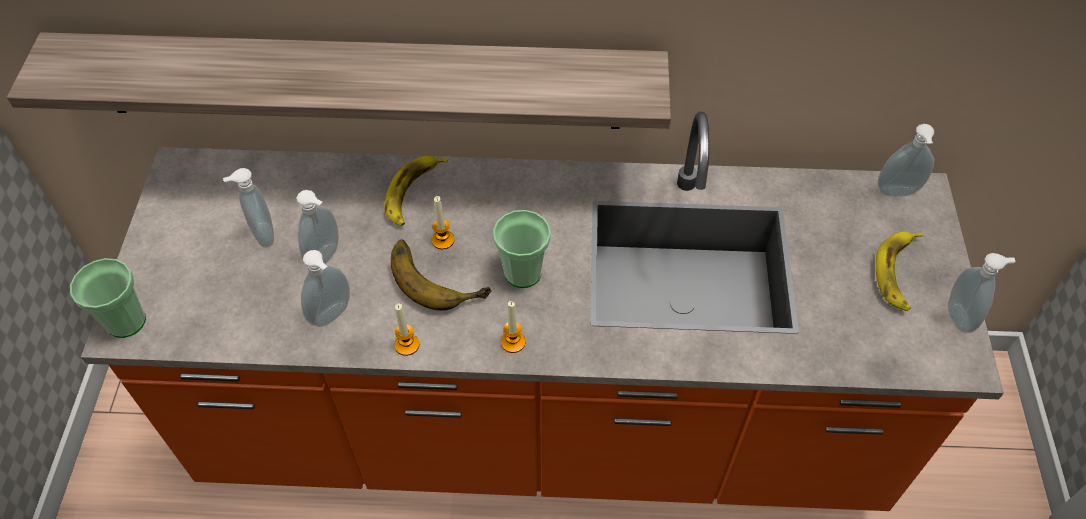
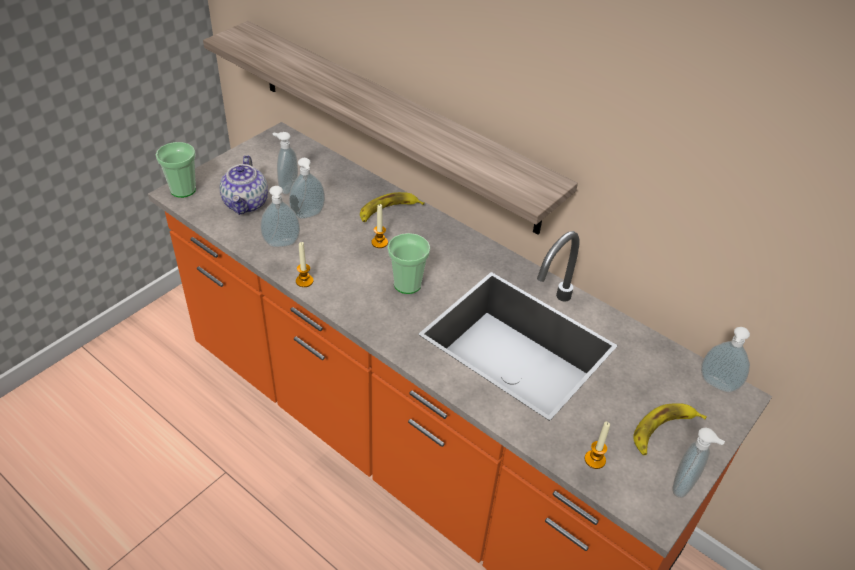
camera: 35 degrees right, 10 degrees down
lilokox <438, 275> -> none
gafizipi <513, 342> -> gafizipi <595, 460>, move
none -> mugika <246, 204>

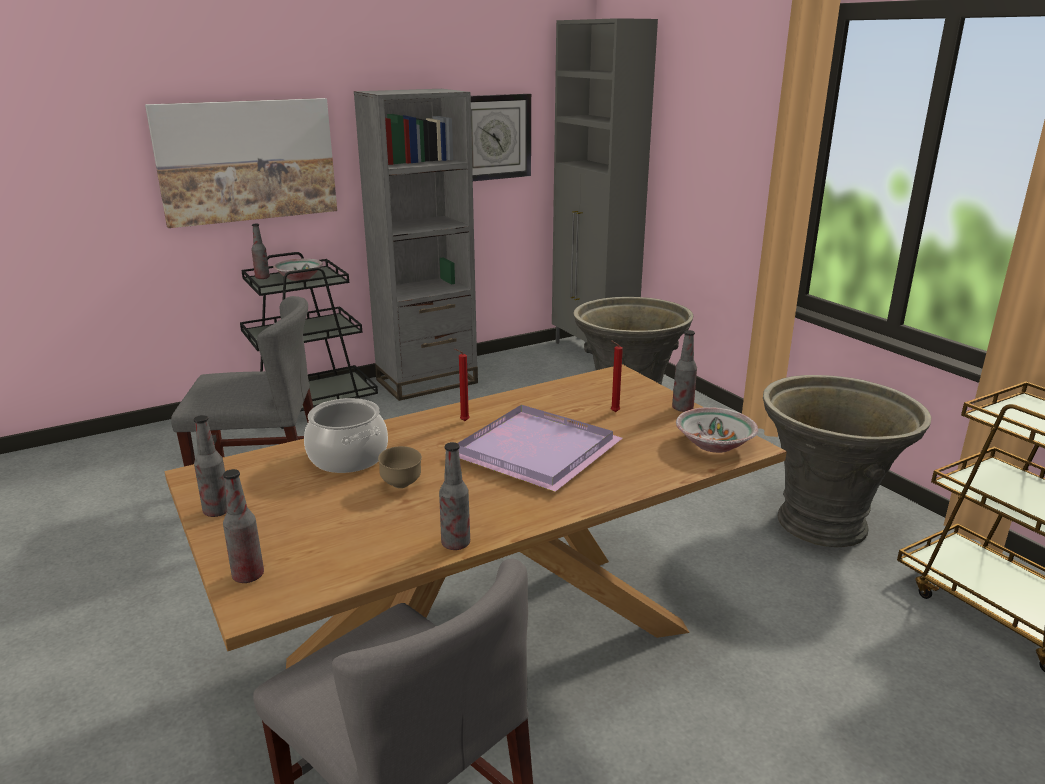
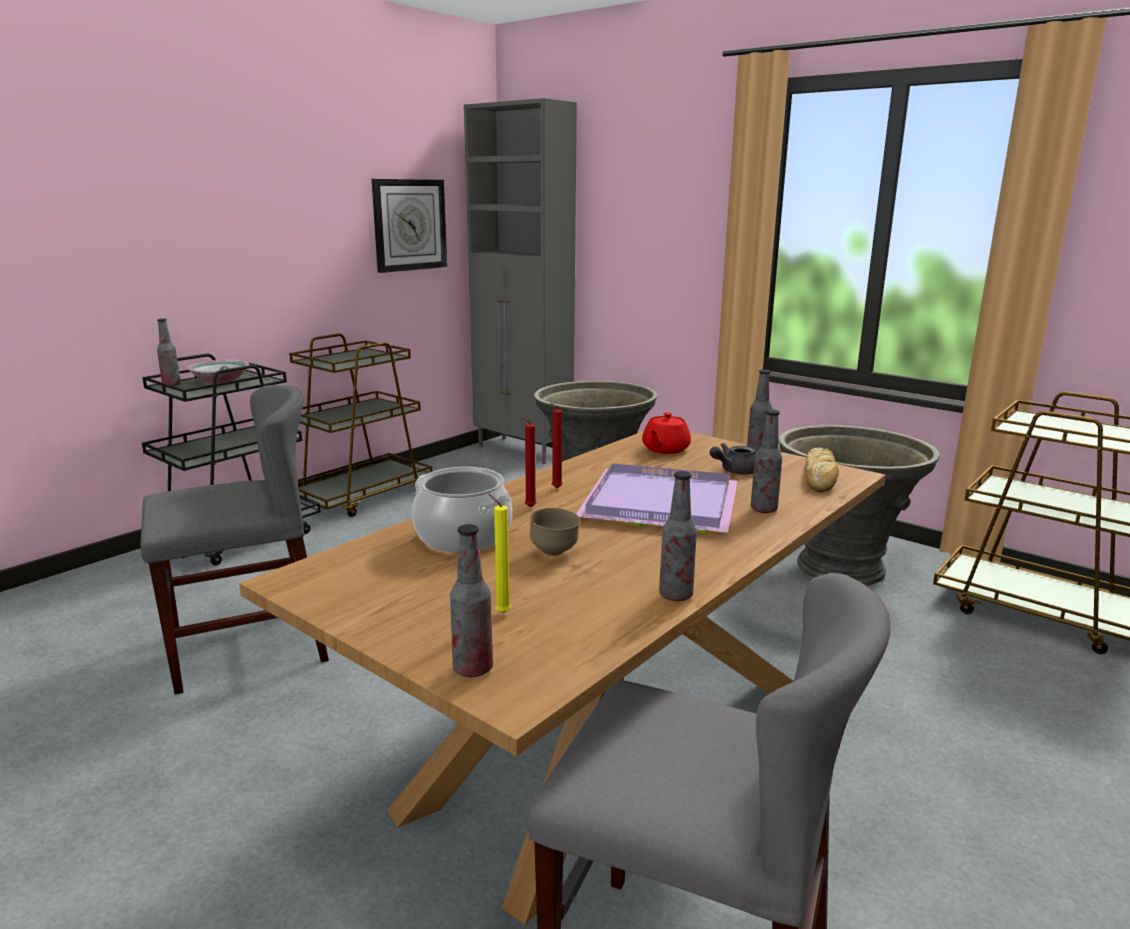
camera: 20 degrees left, 5 degrees down
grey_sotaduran <427, 381> -> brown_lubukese <362, 496>
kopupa <247, 161> -> none
red_gafizipi <613, 412> -> red_gafizipi <528, 507>, move
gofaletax <714, 445> -> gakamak <820, 477>
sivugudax <217, 511> -> sivugudax <763, 509>, move
none -> red_mugika <665, 449>
none -> grey_mugika <734, 471>
none -> yellow_gafizipi <500, 613>

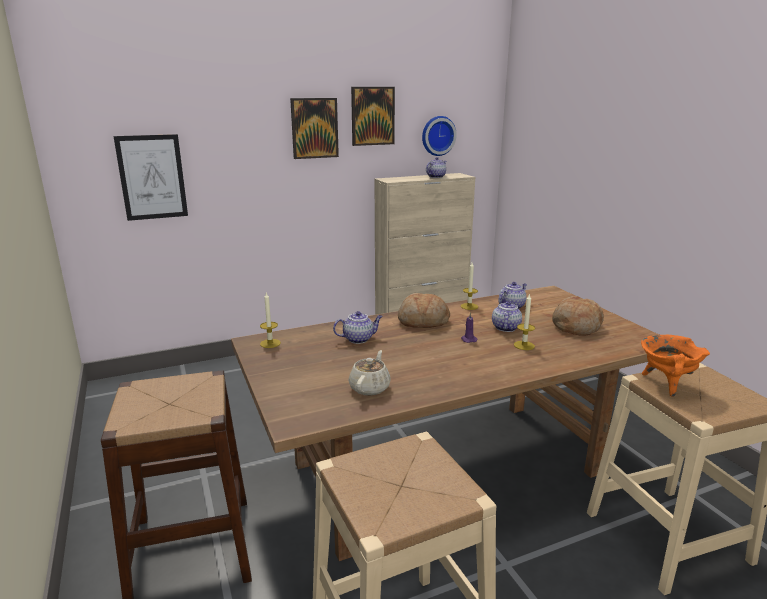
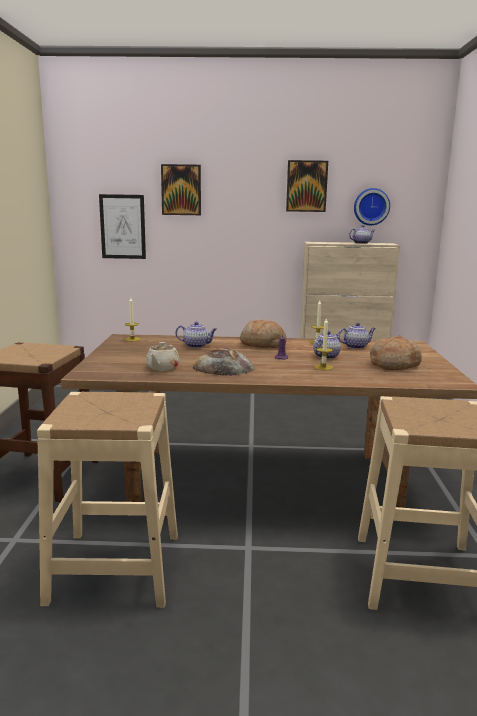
camera: 25 degrees right, 5 degrees down
kopupa <314, 128> -> kopupa <181, 190>, move
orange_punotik <666, 383> -> none
beige_mugika <370, 387> -> beige_mugika <162, 368>, 150 degrees clockwise
none -> gakamak <223, 367>

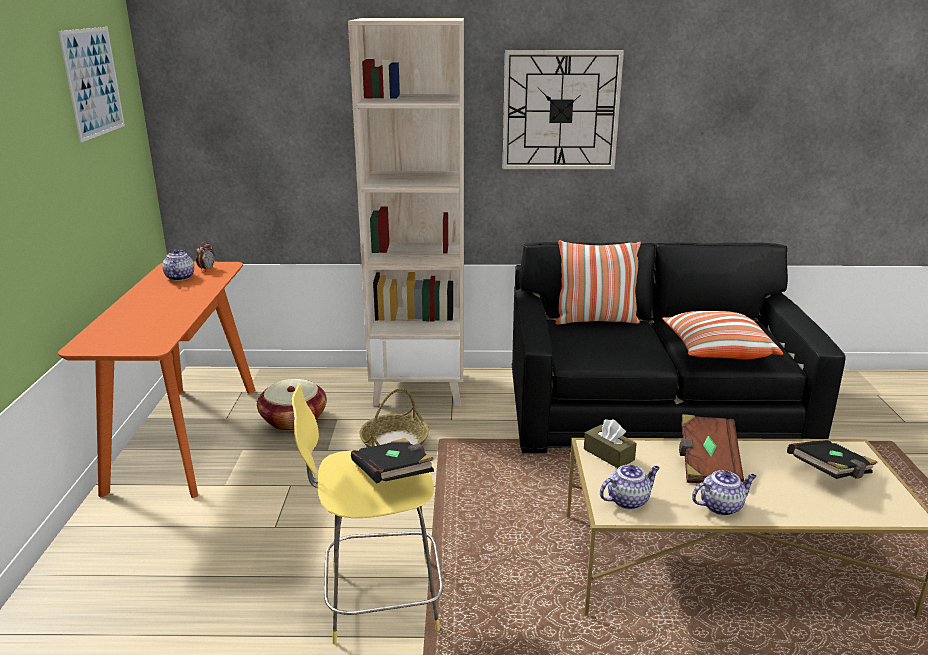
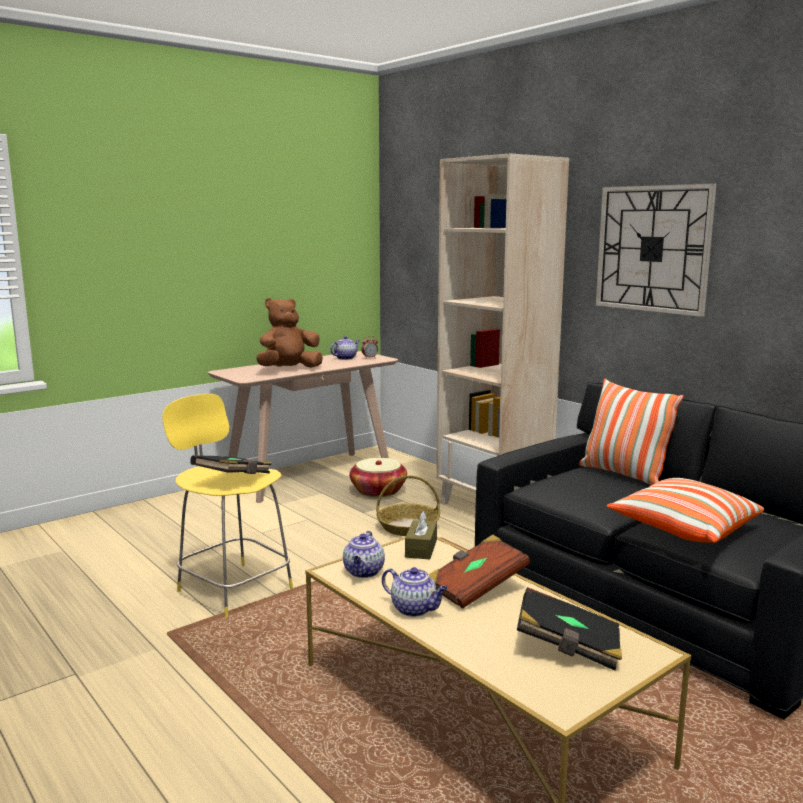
camera: 50 degrees right, 10 degrees down
kopupa <93, 82> -> none
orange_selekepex <185, 436> -> beige_selekepex <309, 475>
mugika <628, 500> -> mugika <364, 572>, 75 degrees clockwise
none -> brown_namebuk <289, 369>

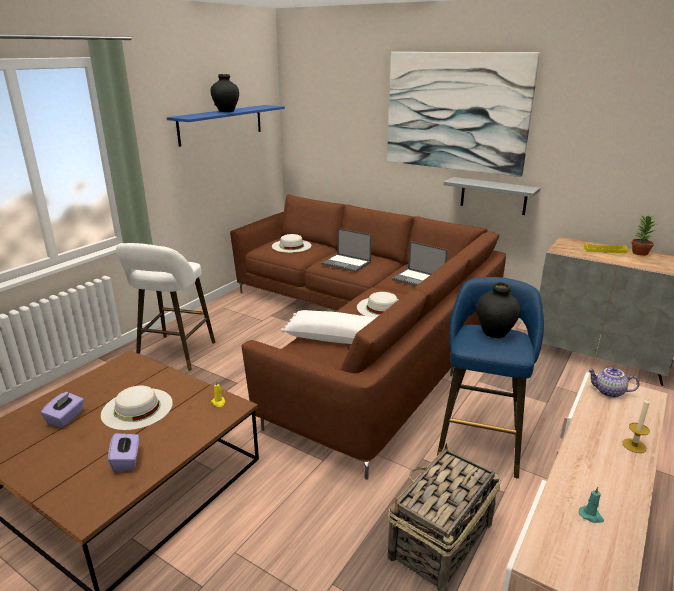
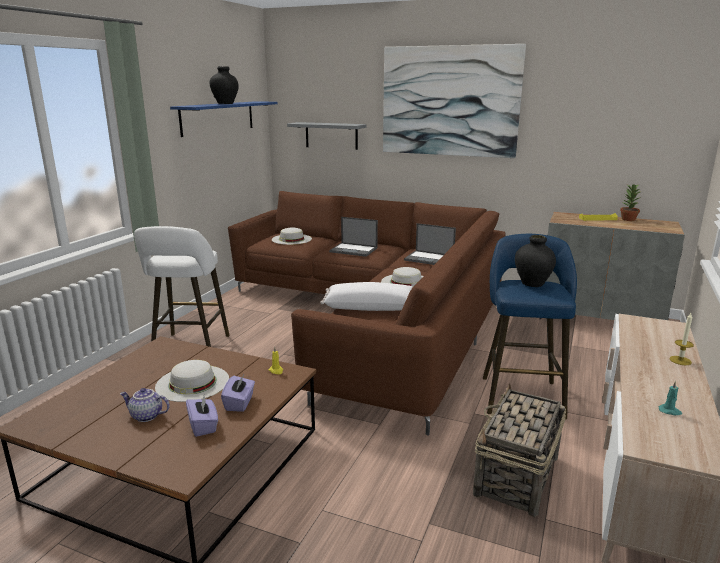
camera: 10 degrees left, 5 degrees down
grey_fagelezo <493, 196> -> grey_fagelezo <331, 135>, move
mugika <609, 392> -> mugika <146, 416>, move
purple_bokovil <66, 418> -> purple_bokovil <239, 403>, move

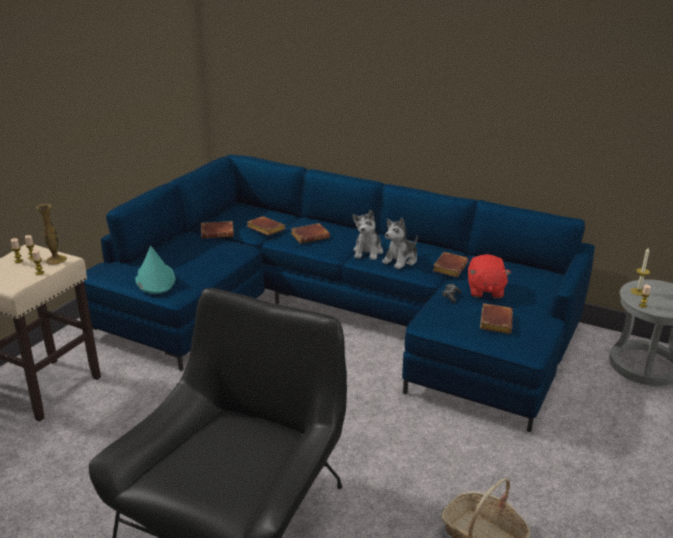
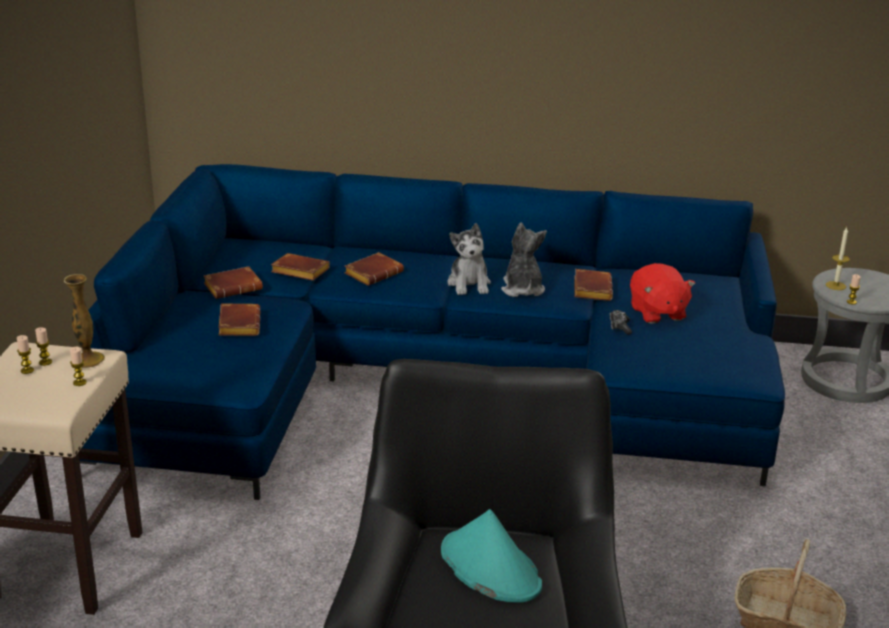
camera: 20 degrees left, 0 degrees up
namebuk <401, 260> -> namebuk <522, 289>, 150 degrees clockwise
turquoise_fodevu <155, 279> -> turquoise_fodevu <489, 568>, move
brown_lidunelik <494, 321> -> brown_lidunelik <238, 324>, move

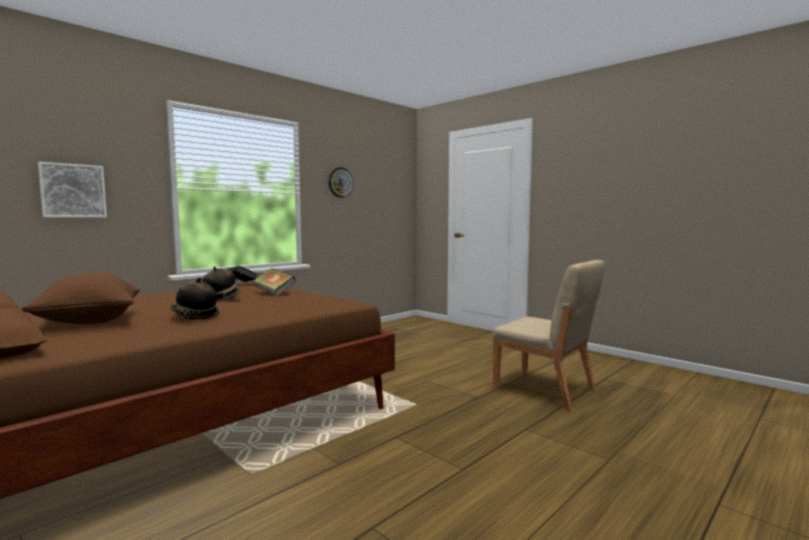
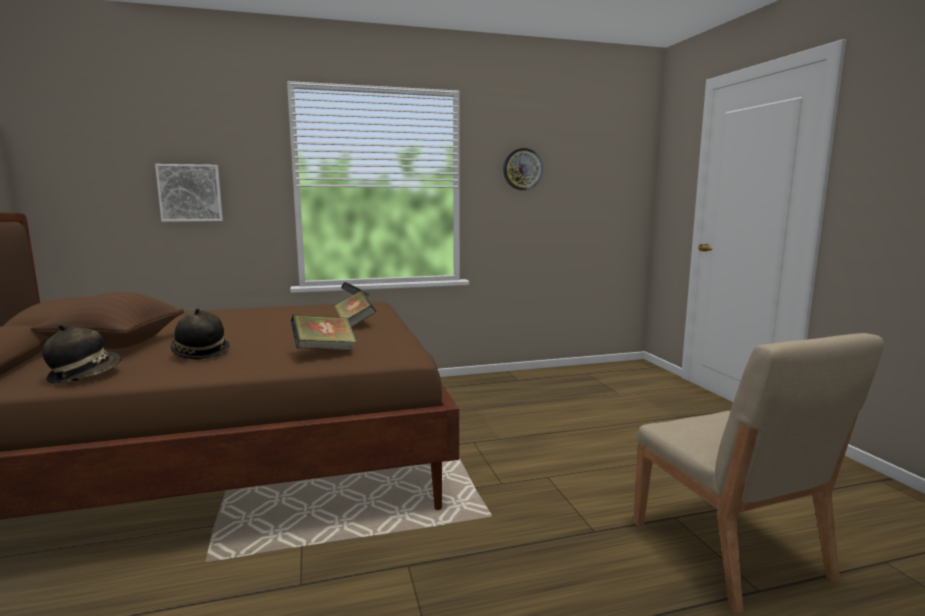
camera: 30 degrees right, 5 degrees up
fodevu <221, 298> -> fodevu <85, 375>, move
none -> lidunelik <324, 350>

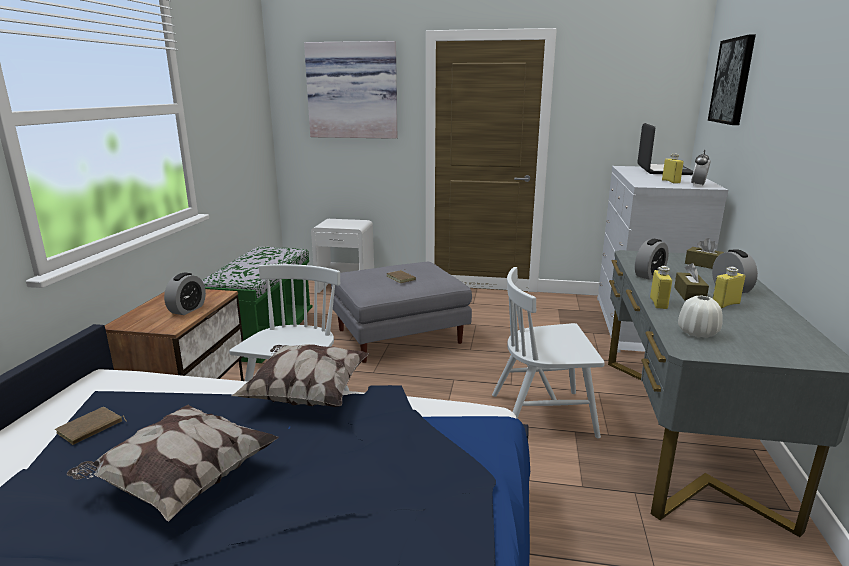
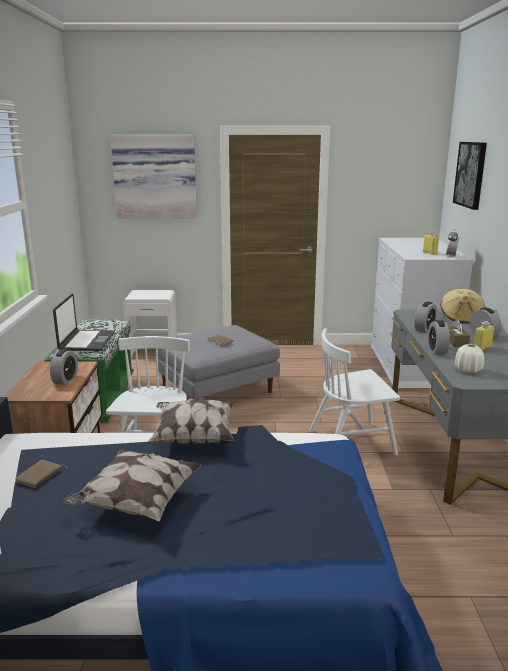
camera: 10 degrees left, 0 degrees up
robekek <663, 170> -> robekek <86, 341>, move
brown_bokovil <704, 265> -> beige_fodevu <461, 318>
yellow_sivugudax <658, 303> -> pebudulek <437, 350>

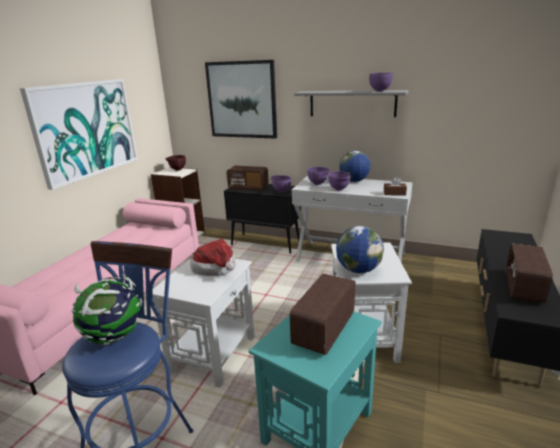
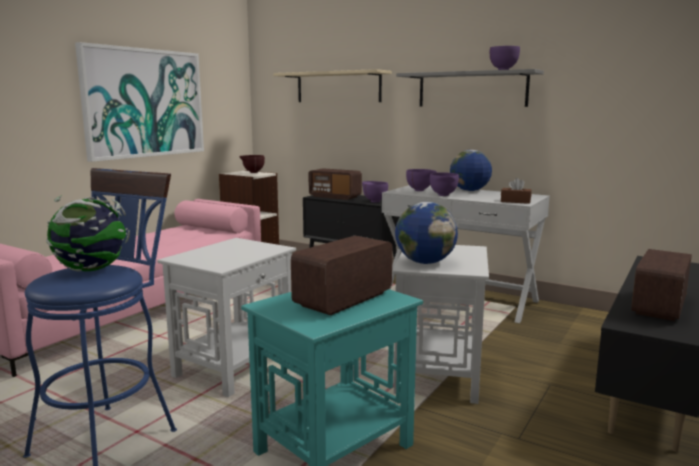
camera: 10 degrees right, 10 degrees down
kopupa <242, 100> -> beige_fagelezo <338, 87>
fodevu <216, 269> -> none

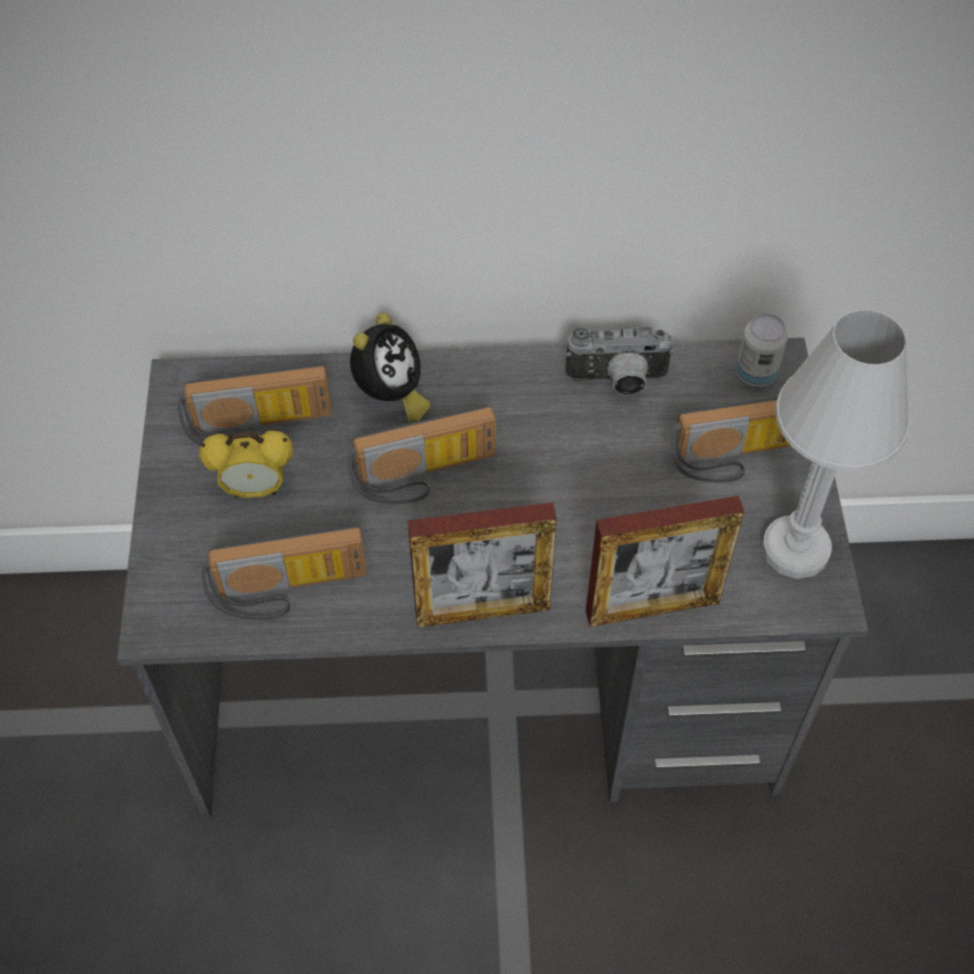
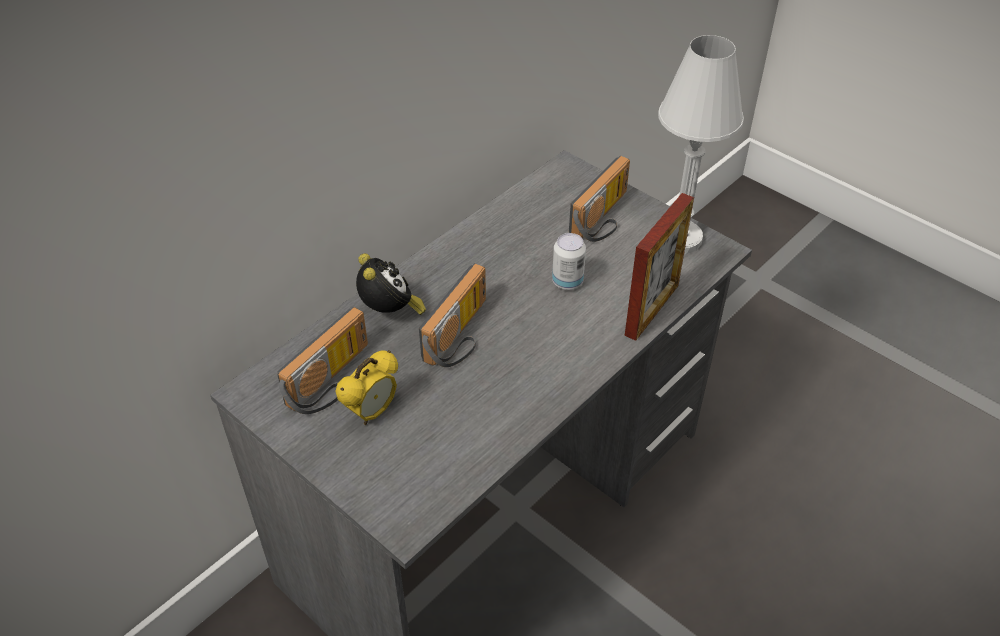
camera: 45 degrees left, 10 degrees down
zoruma <755, 374> -> zoruma <567, 282>, move
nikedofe <617, 382> -> none
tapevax <482, 610> -> none
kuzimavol <288, 592> -> none

